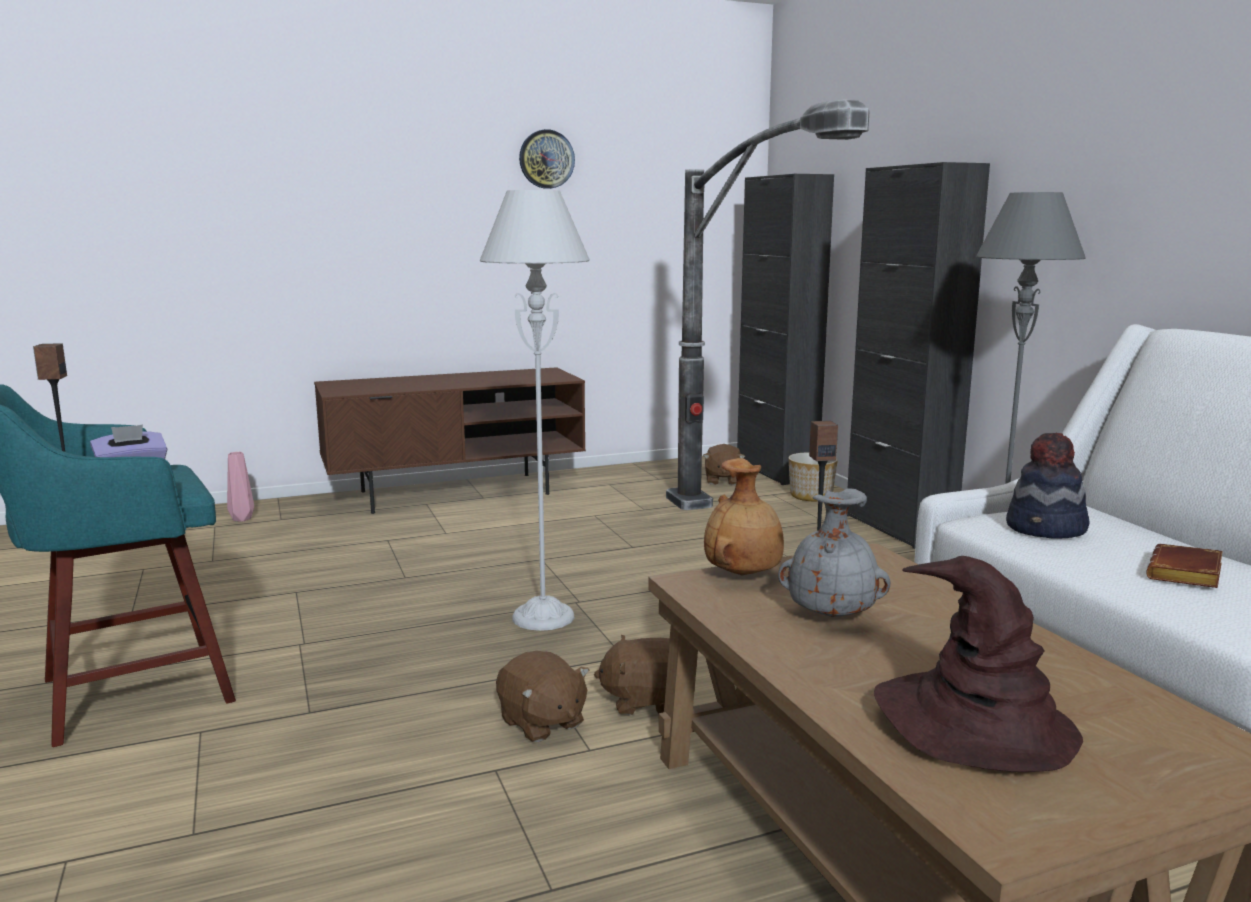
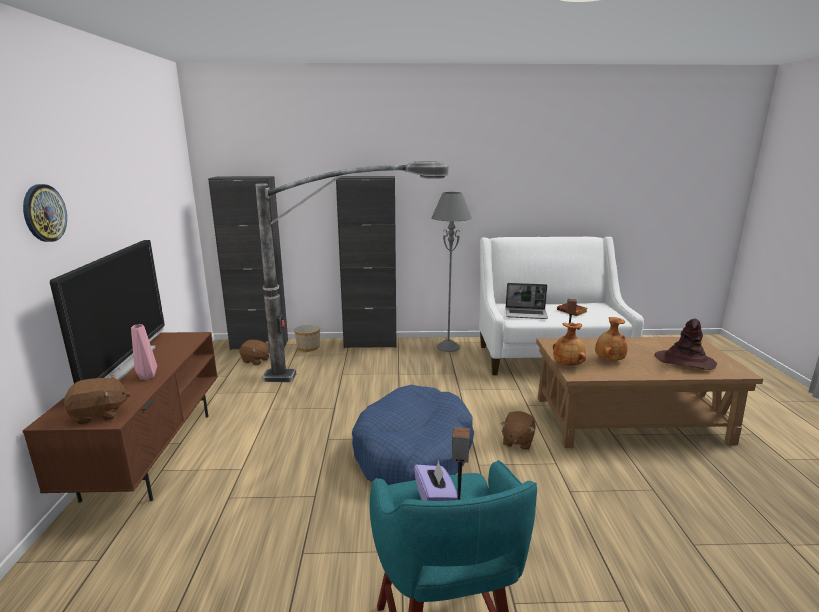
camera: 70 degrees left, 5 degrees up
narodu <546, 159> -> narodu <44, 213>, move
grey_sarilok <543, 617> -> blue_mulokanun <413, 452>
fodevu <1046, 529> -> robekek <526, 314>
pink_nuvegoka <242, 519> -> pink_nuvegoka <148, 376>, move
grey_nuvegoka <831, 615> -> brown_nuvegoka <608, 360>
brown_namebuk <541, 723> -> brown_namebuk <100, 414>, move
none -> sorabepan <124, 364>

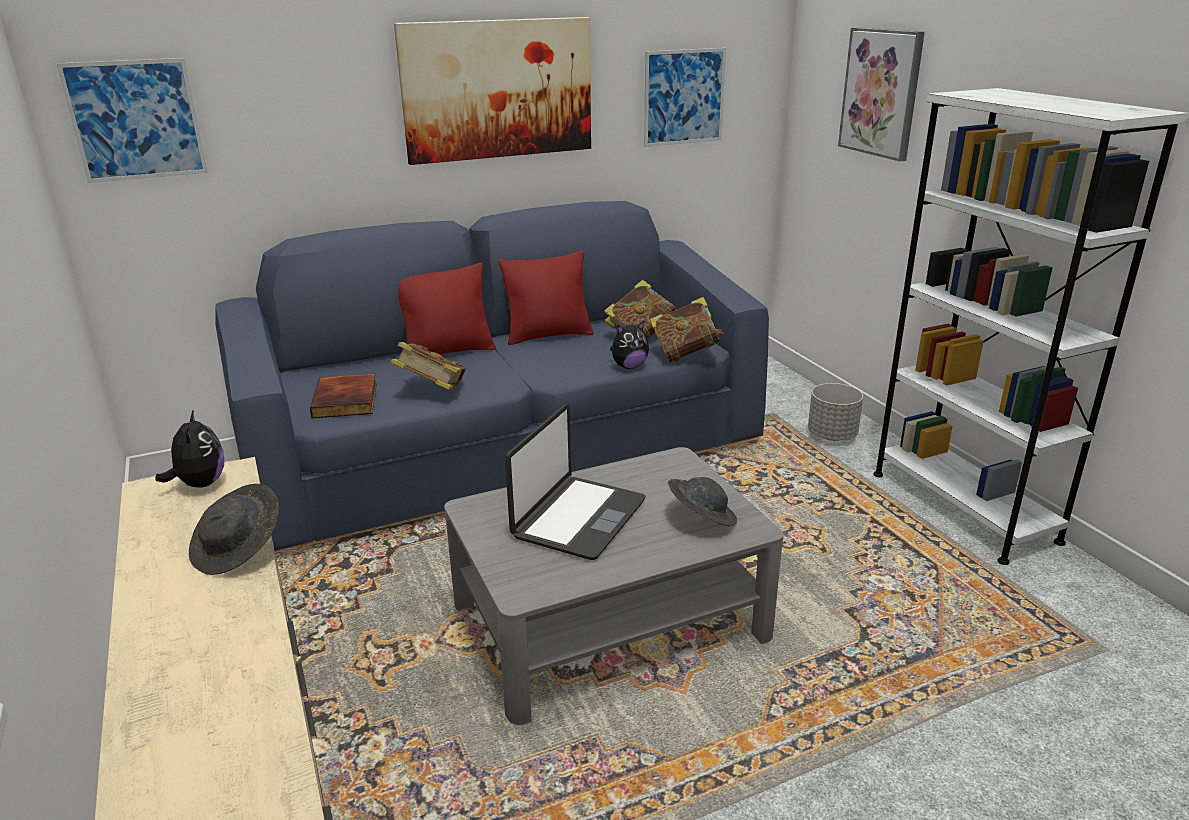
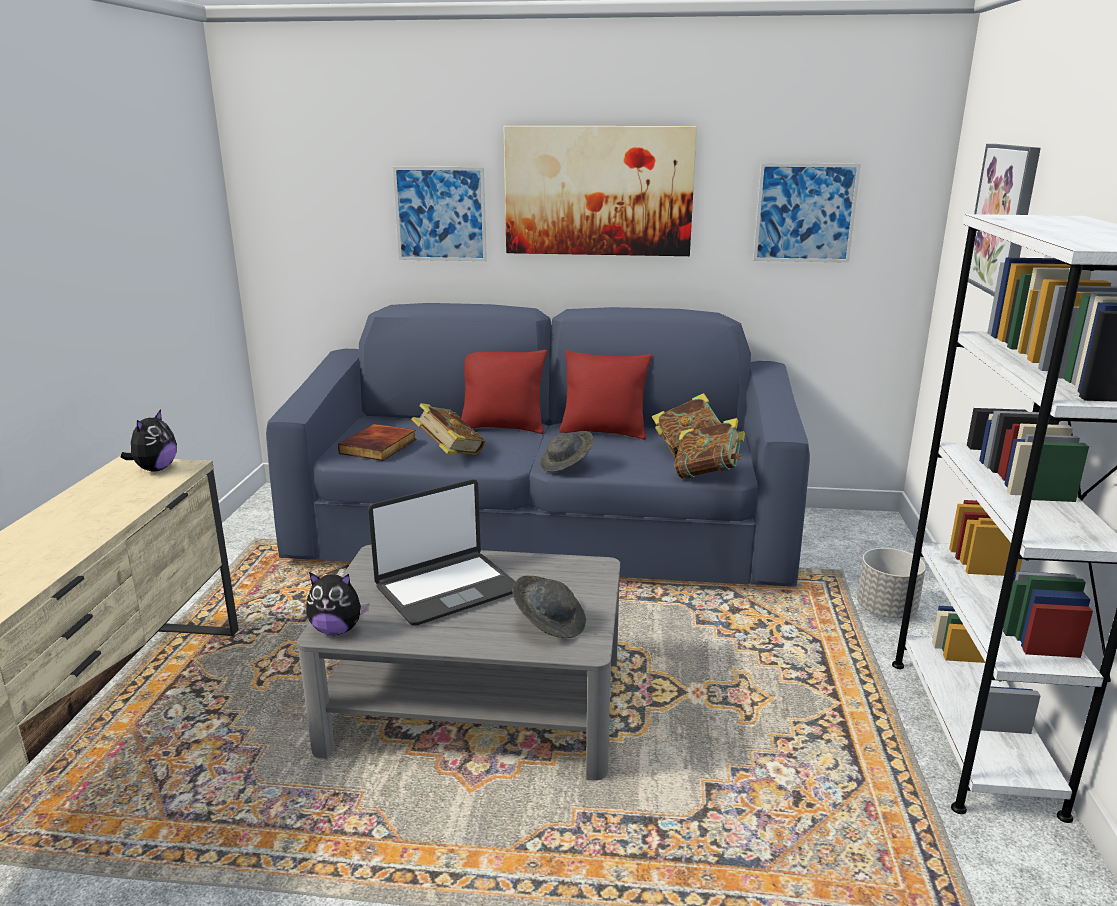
camera: 30 degrees right, 5 degrees down
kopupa <136, 120> -> kopupa <440, 214>, move
namebuk <629, 366> -> namebuk <337, 630>, move
grey_fodevu <239, 549> -> grey_fodevu <566, 465>, move

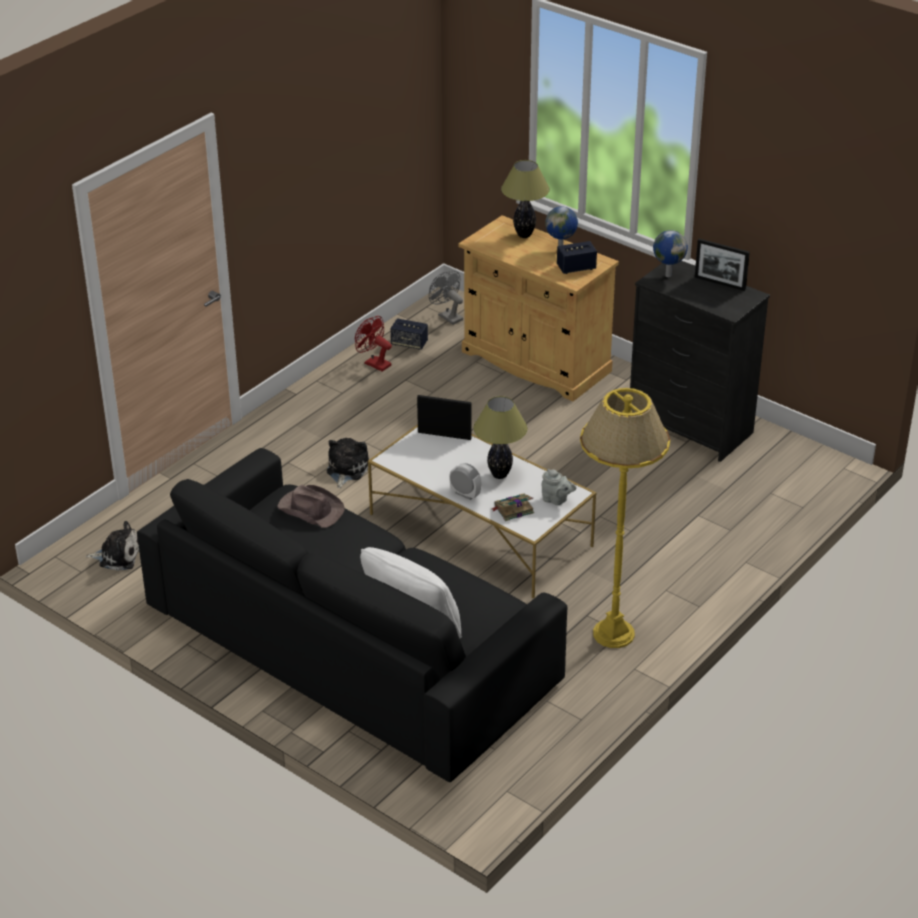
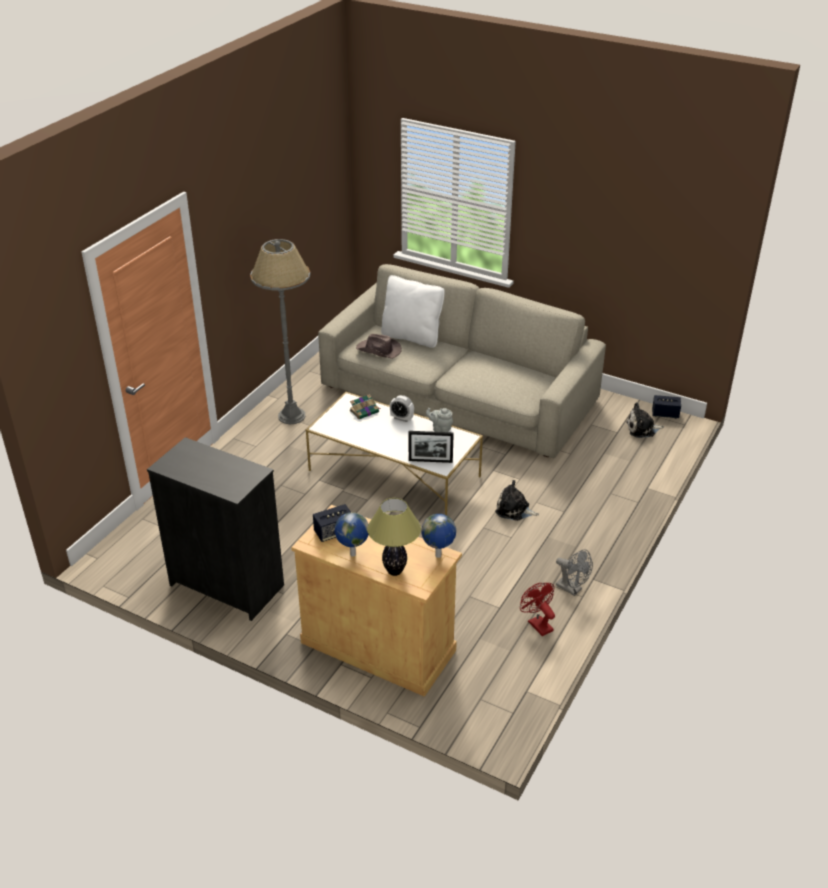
camera: 170 degrees right, 0 degrees up
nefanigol <667, 275> -> nefanigol <438, 556>, move
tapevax <720, 283> -> none
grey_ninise <447, 316> -> grey_ninise <572, 589>, move
red_ninise <374, 363> -> red_ninise <537, 624>, 150 degrees counterclockwise
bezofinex <409, 343> -> bezofinex <665, 414>, move
yellow_sarilok <613, 633> -> grey_sarilok <292, 416>
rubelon <499, 474> -> none
namebuk <346, 470> -> namebuk <514, 510>, 105 degrees clockwise
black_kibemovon <353, 643> -> beige_kibemovon <458, 394>
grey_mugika <556, 500> -> grey_mugika <440, 429>, move
brown_fodevu <310, 509> -> brown_fodevu <379, 350>, move

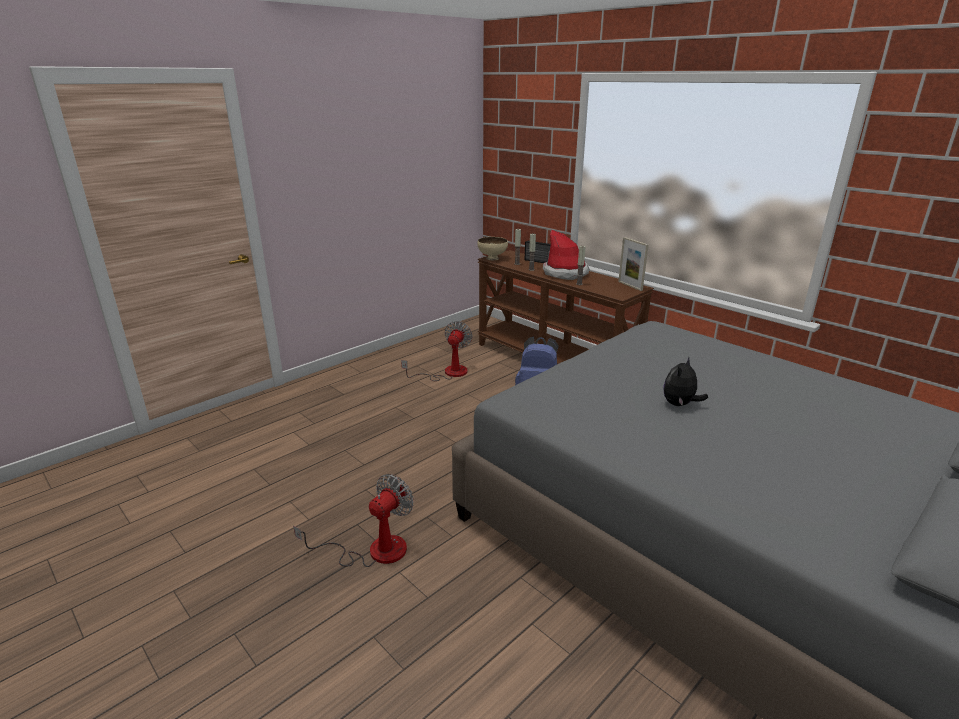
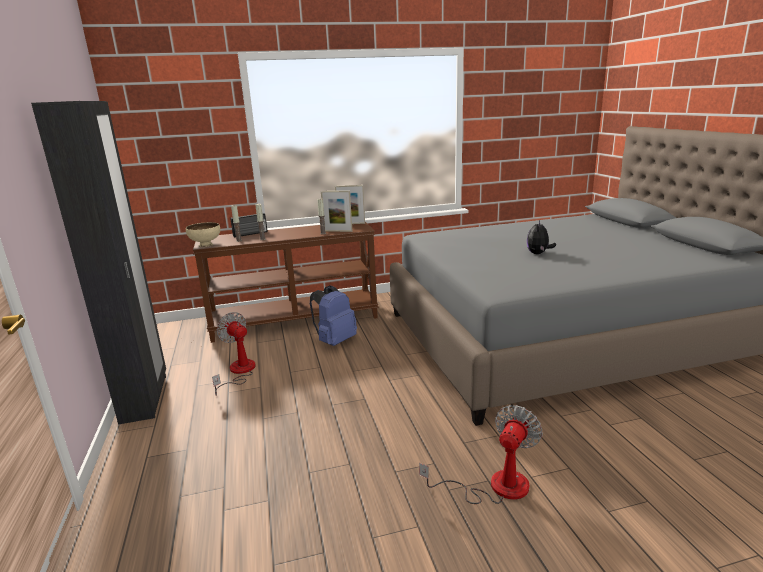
camera: 60 degrees left, 5 degrees down
fodevu <565, 273> -> none
namebuk <680, 404> -> namebuk <538, 253>, 45 degrees clockwise
ninise <373, 550> -> ninise <495, 486>, 60 degrees clockwise
none -> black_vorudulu <145, 398>
none -> tapevax <338, 231>

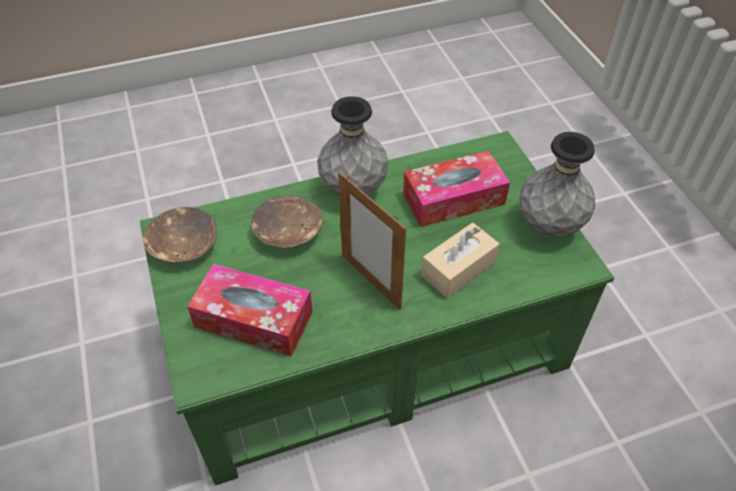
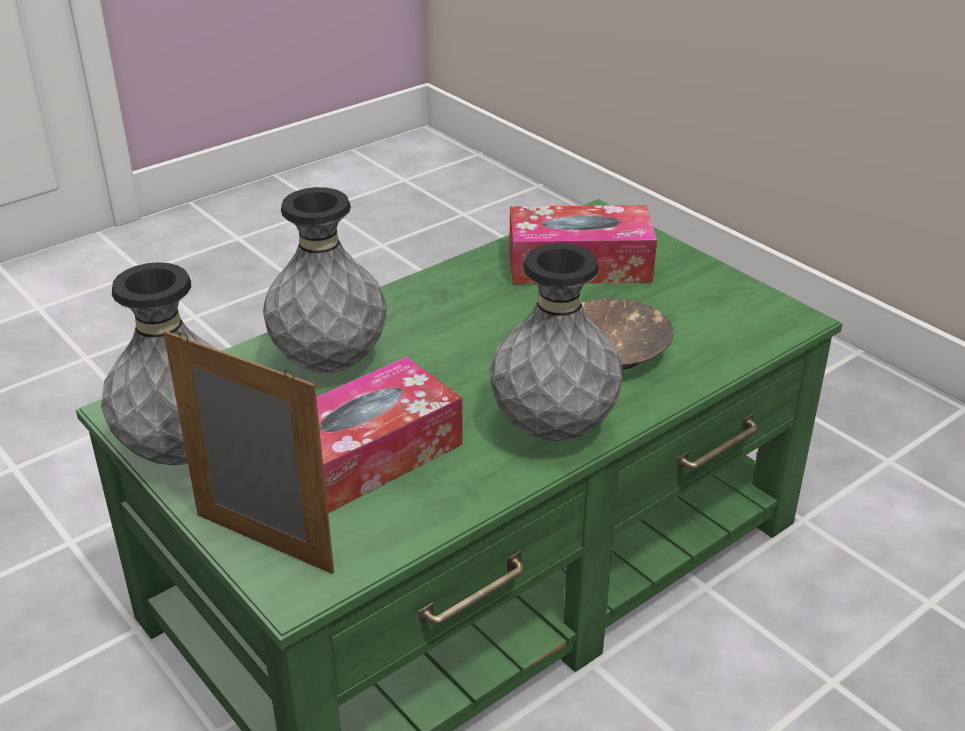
camera: 160 degrees right, 15 degrees down
tapevax <370, 281> -> tapevax <263, 543>, move
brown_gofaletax <183, 245> -> none
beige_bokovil <458, 269> -> grey_nuvegoka <330, 364>

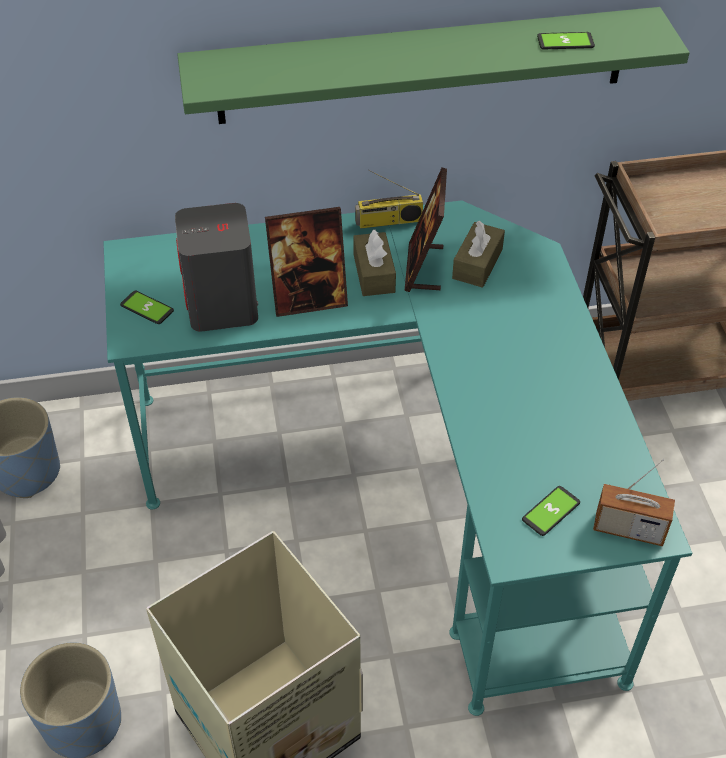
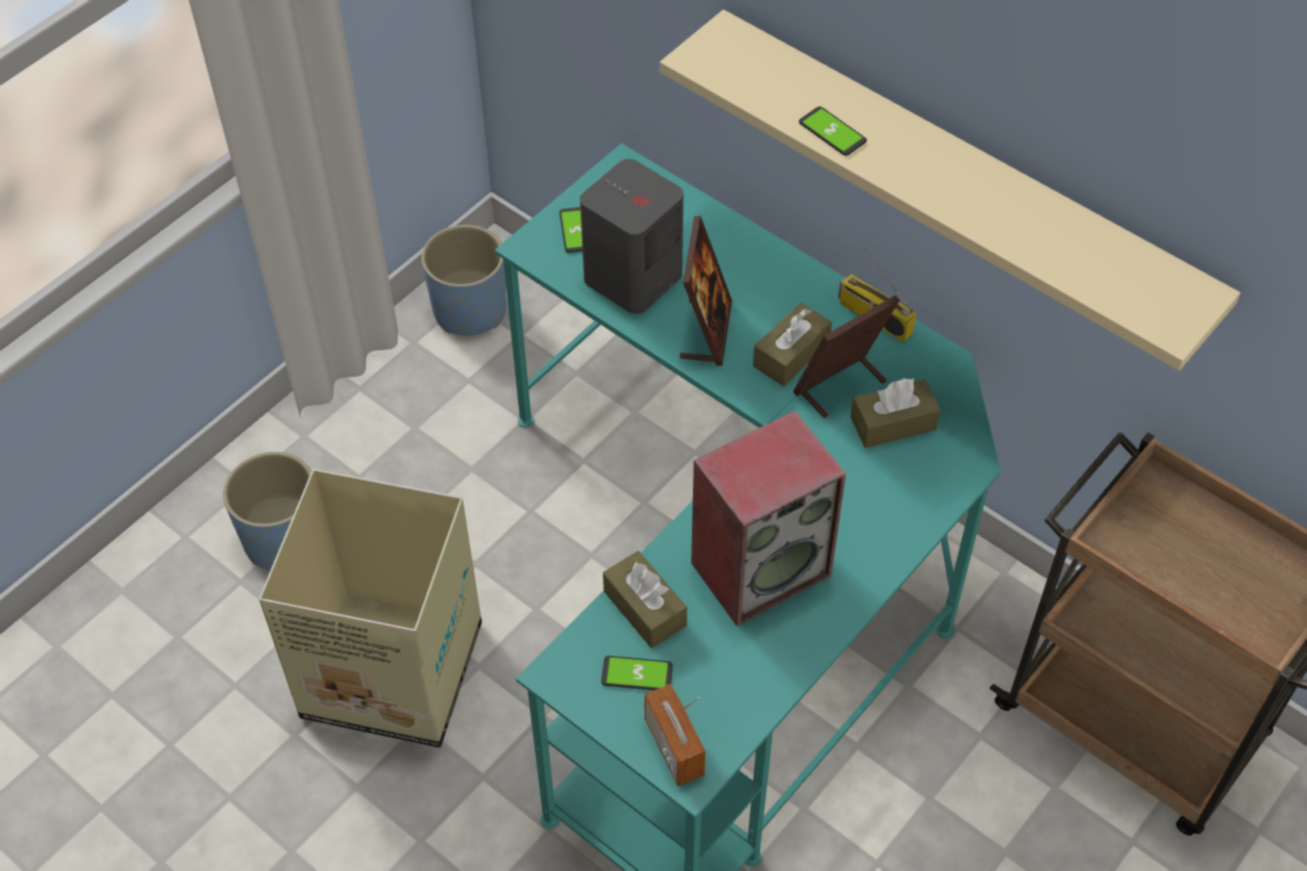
camera: 50 degrees right, 5 degrees up
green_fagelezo <423, 66> -> beige_fagelezo <958, 179>
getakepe <565, 42> -> getakepe <832, 132>, move
tapevax <309, 300> -> tapevax <706, 331>, 120 degrees counterclockwise
none -> bezofinex <761, 567>
none -> brown_bokovil <644, 608>

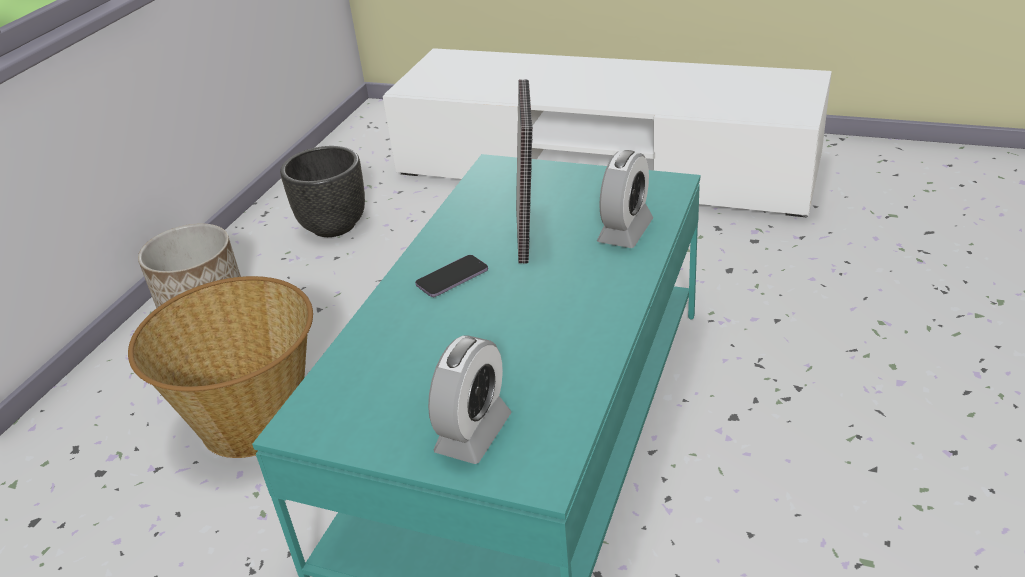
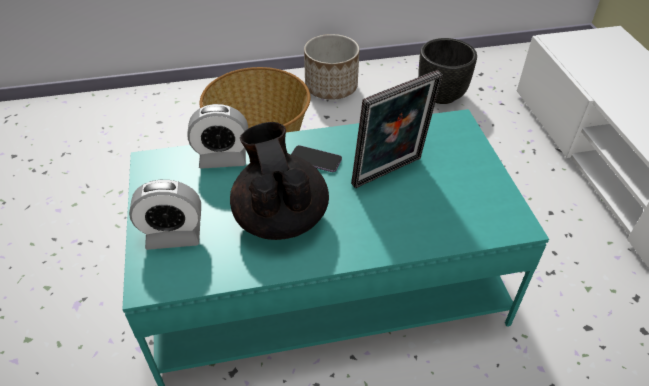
camera: 55 degrees right, 10 degrees up
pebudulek <625, 231> -> pebudulek <222, 159>, move
none -> black_mugika <280, 217>

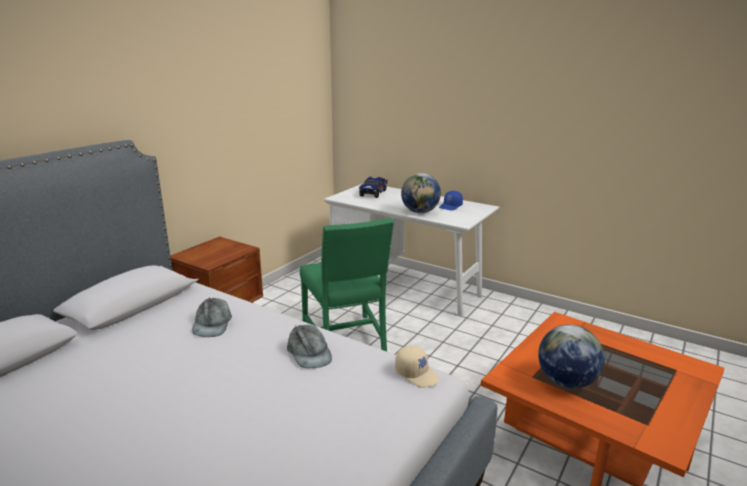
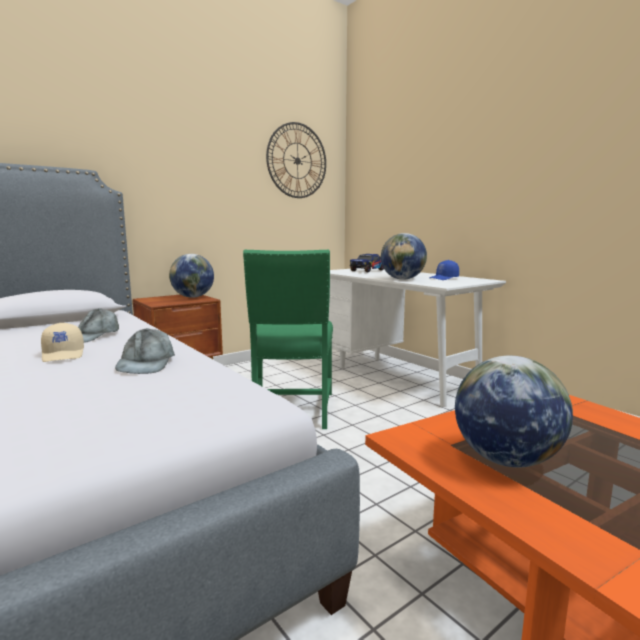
camera: 20 degrees right, 10 degrees down
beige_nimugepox <417, 374> -> beige_nimugepox <64, 355>, move
none -> narodu <297, 161>
none -> nefanigol <193, 297>

